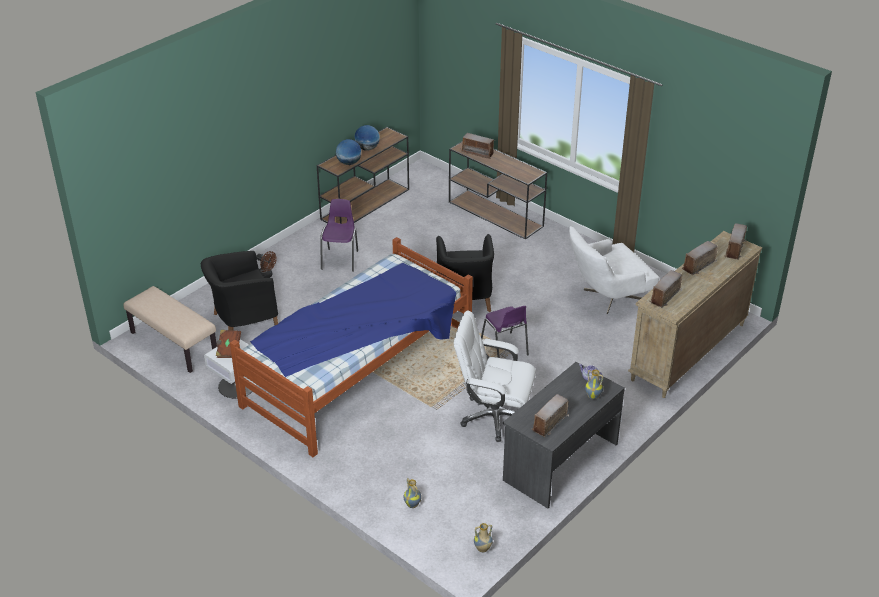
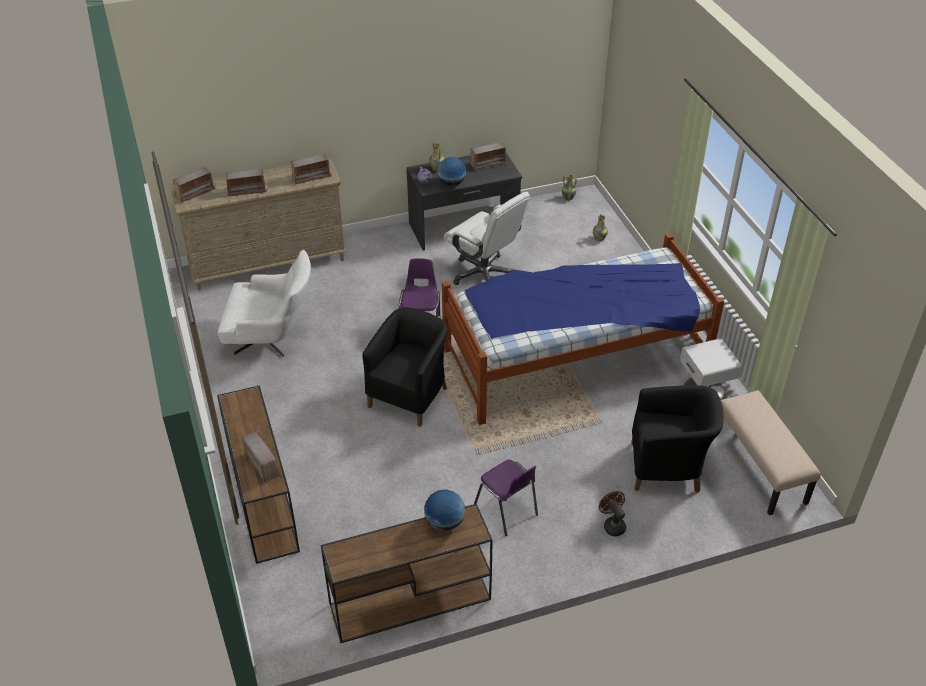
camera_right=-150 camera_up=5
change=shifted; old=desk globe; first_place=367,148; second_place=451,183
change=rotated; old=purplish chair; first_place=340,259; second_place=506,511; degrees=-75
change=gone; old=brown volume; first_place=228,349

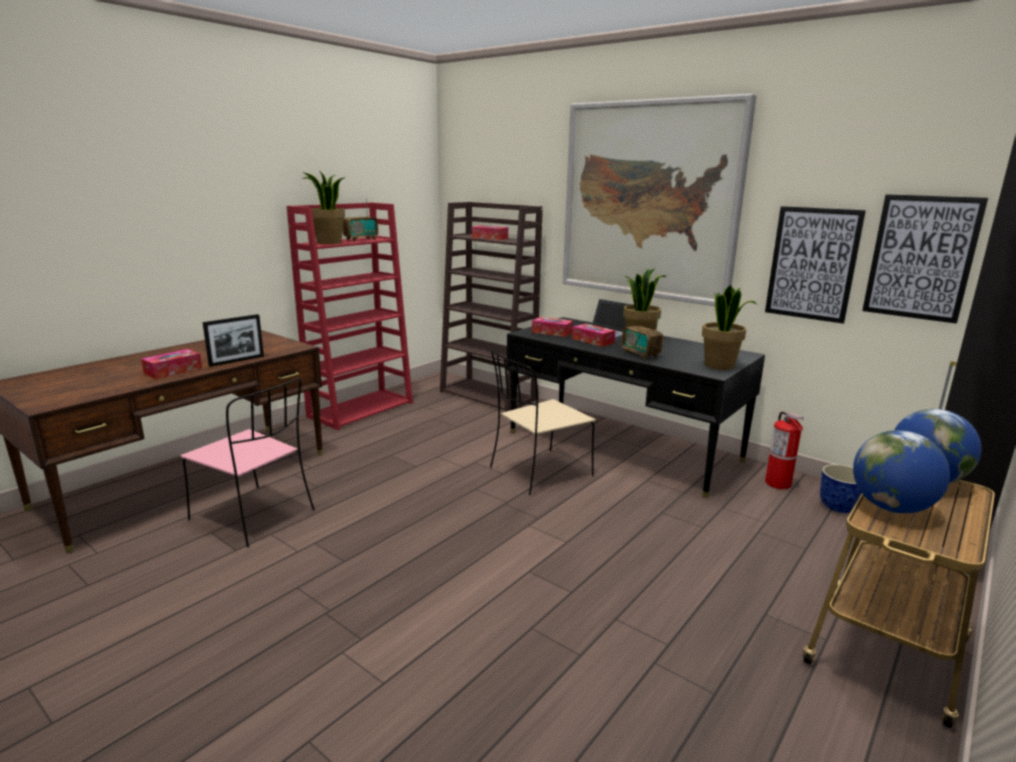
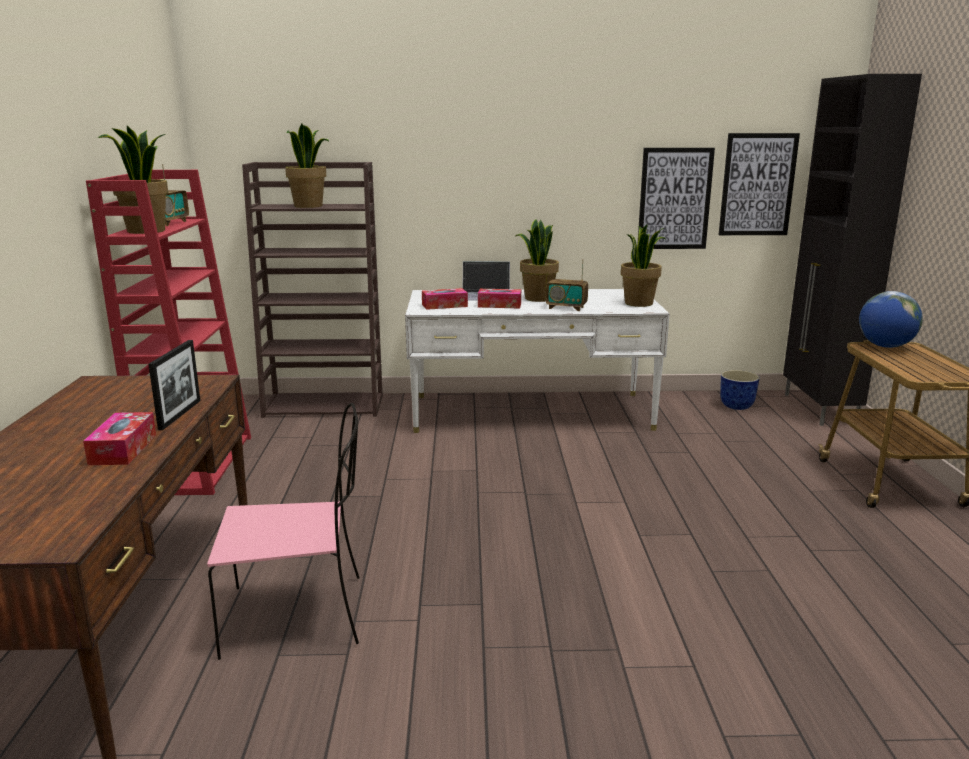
camera_right=-40 camera_up=0
change=gone; old=wall art; first_place=649,201
change=swapped; old=box of tissues; new=potted plant; first_place=489,238; second_place=309,206
change=repainted; old=black desk; new=whitish desk; first_place=622,446; second_place=530,412
change=gone; old=beige chair; first_place=538,472
change=gone; old=fire-fighting cylinder; first_place=778,483
change=gone; old=desk globe; first_place=891,507

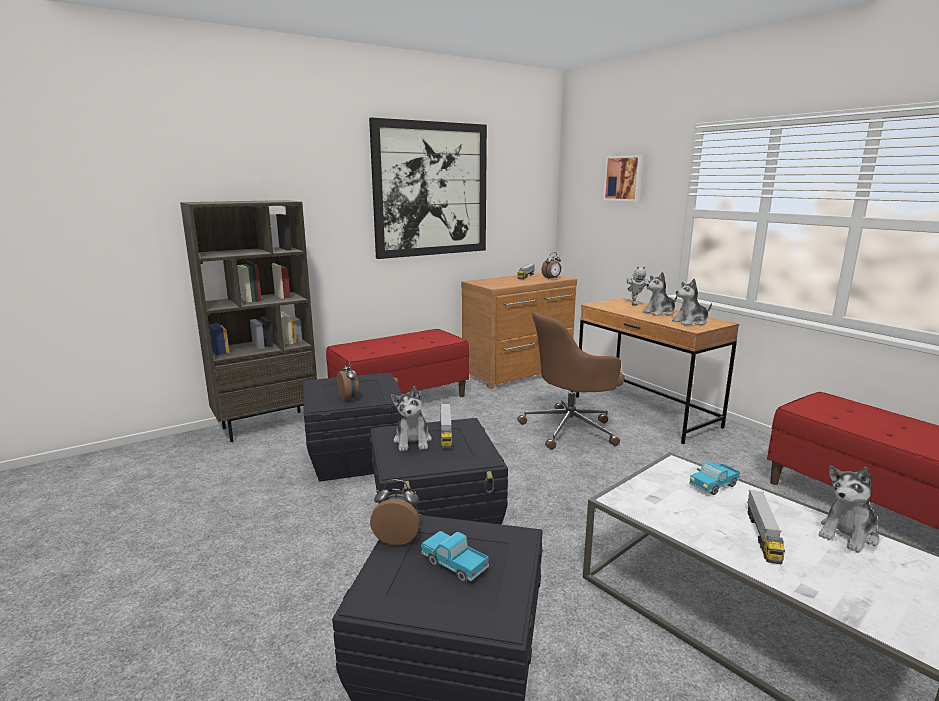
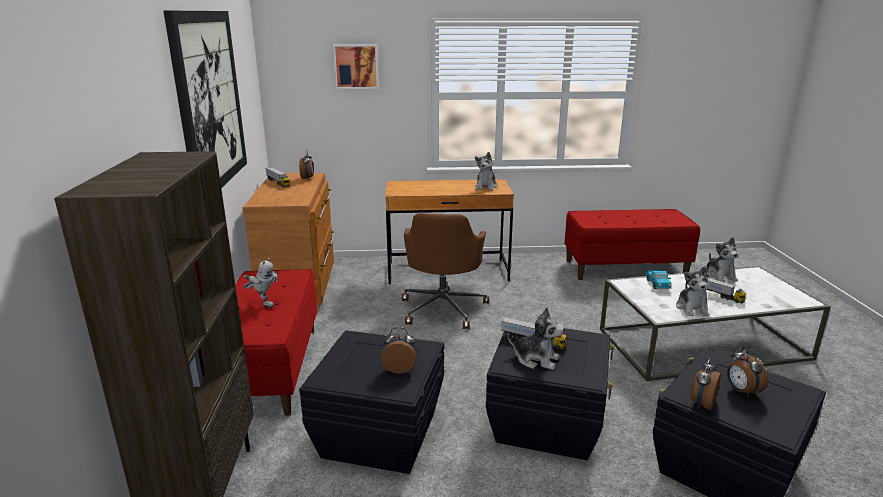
camera_right=-60 camera_up=5
change=shifted; old=model robot; first_place=634,304; second_place=264,303
change=shifted; old=cuddly toy; first_place=660,313; second_place=692,308
change=swapped; old=toy truck; new=alarm clock; first_place=454,565; second_place=741,391

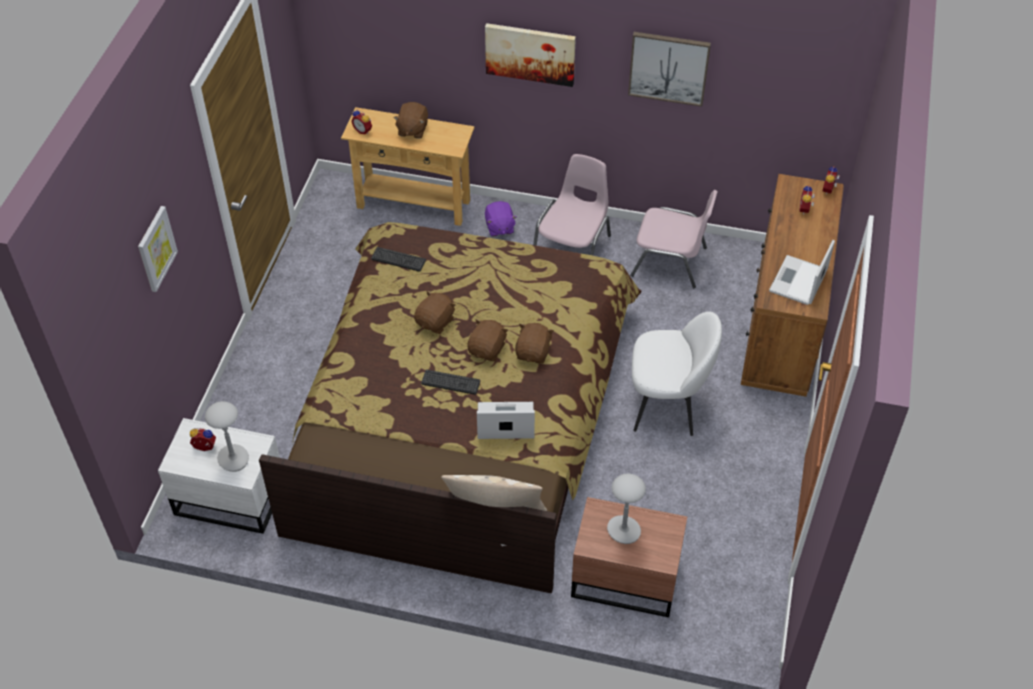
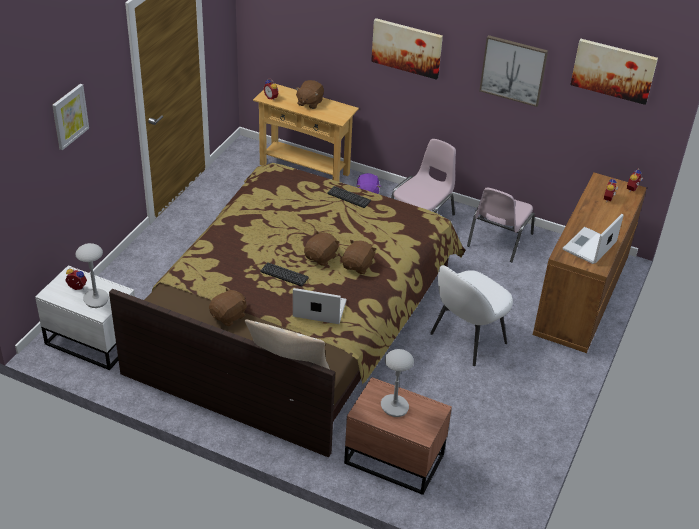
camera_right=10 camera_up=-10
change=rotated; old=pinkish chair; first_place=670,262; second_place=498,240; degrees=90
change=shifted; old=PC keyboard; first_place=398,259; second_place=349,197
change=shifted; old=brown cuddly toy; first_place=436,322; second_place=229,316
change=rotated; old=whitish chair; first_place=667,405; second_place=466,339; degrees=120
change=new; new=wall art; second_place=613,70

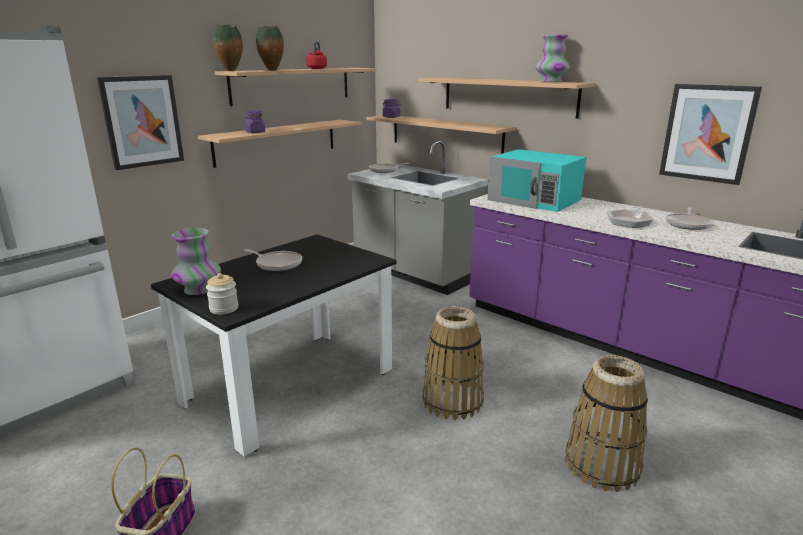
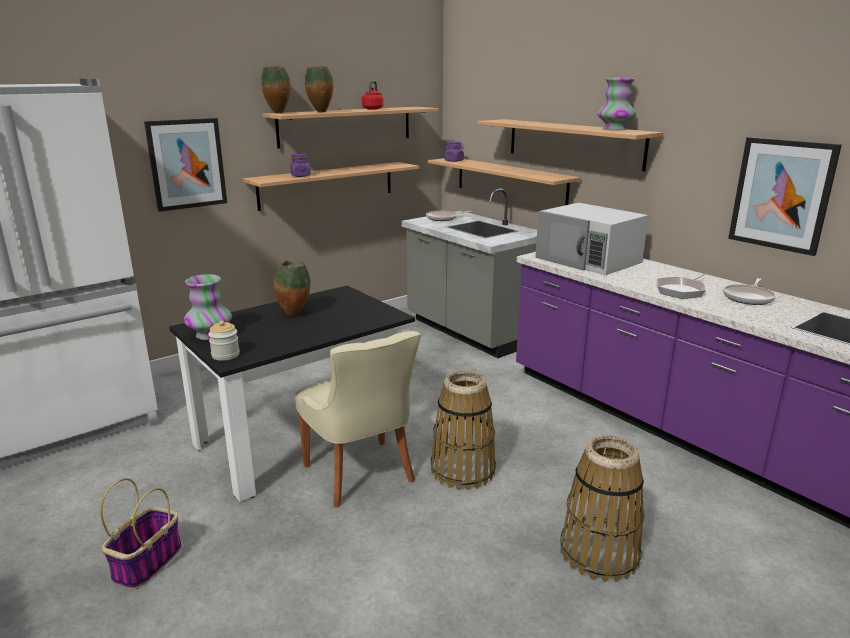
camera_right=10 camera_up=0
change=repainted; old=blue-green microwave oven; new=whitish microwave oven; first_place=534,200; second_place=588,260
change=swapped; old=skillet; new=flower vase; first_place=277,264; second_place=294,314
change=new; new=beige chair; second_place=361,475

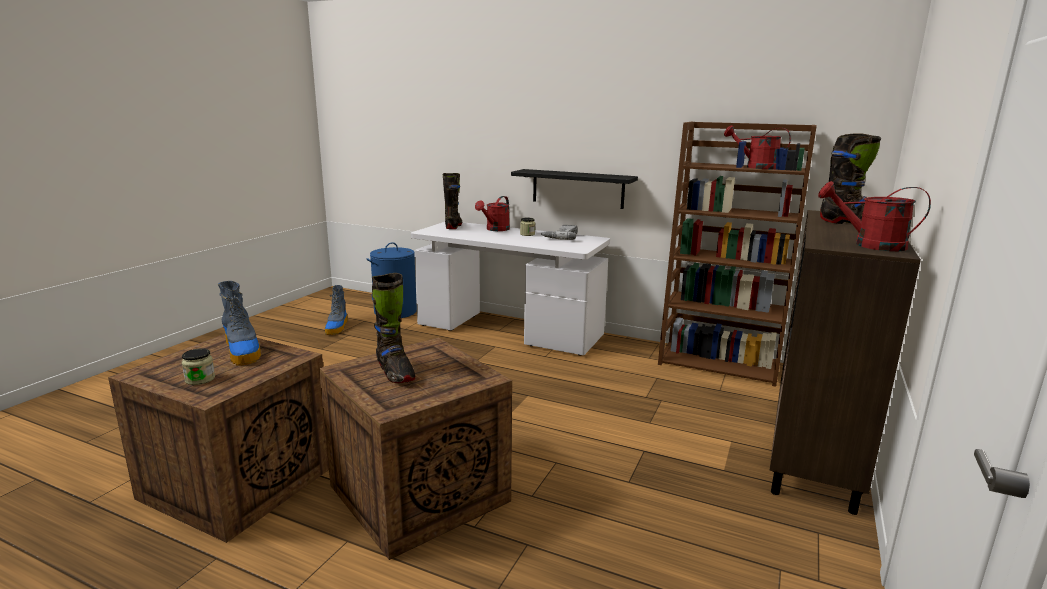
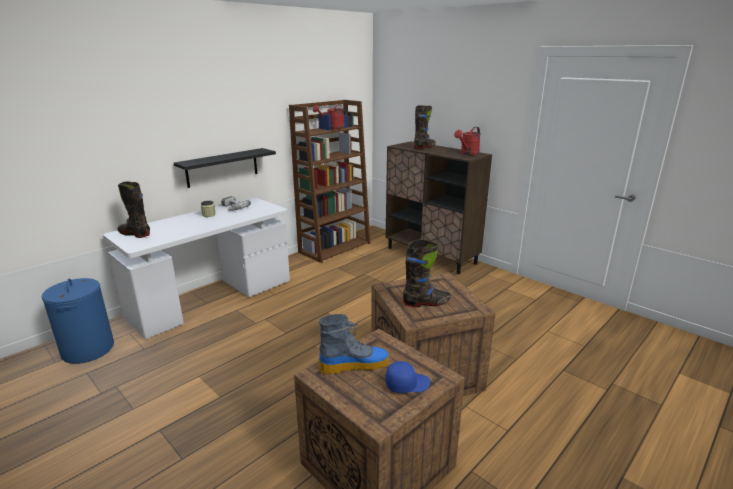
camera_right=-70 camera_up=5
change=gone; old=red-coloured watering pot; first_place=495,229
change=gone; old=boot; first_place=337,327
change=swapped; old=preserve jar; new=blue-coloured peaked cap; first_place=200,379; second_place=407,384

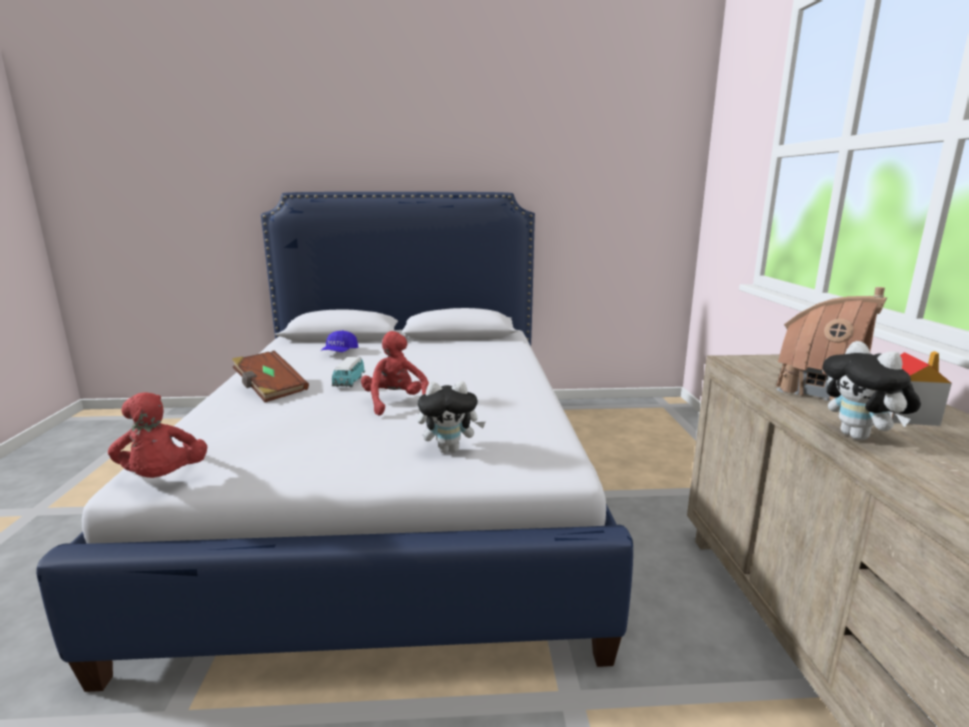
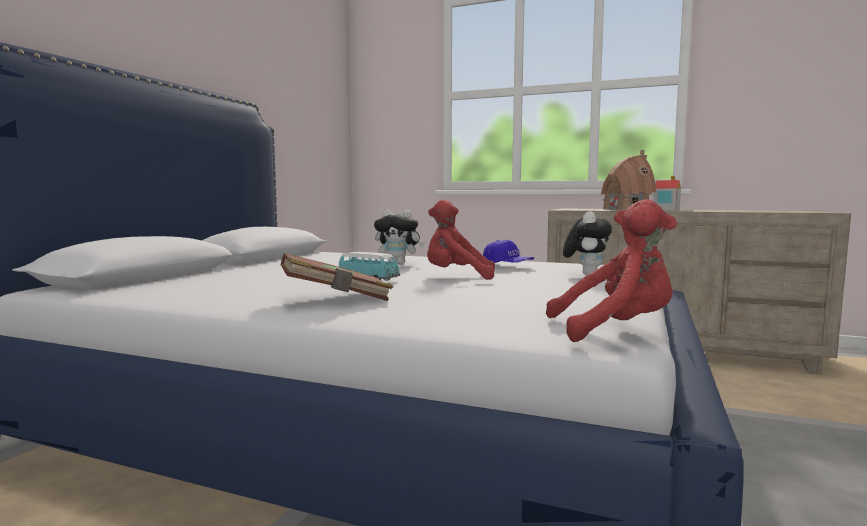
camera_right=-65 camera_up=-10
change=shifted; old=blue-coloured peaked cap; first_place=339,352; second_place=507,266
change=shifted; old=cuddly toy; first_place=860,437; second_place=399,264

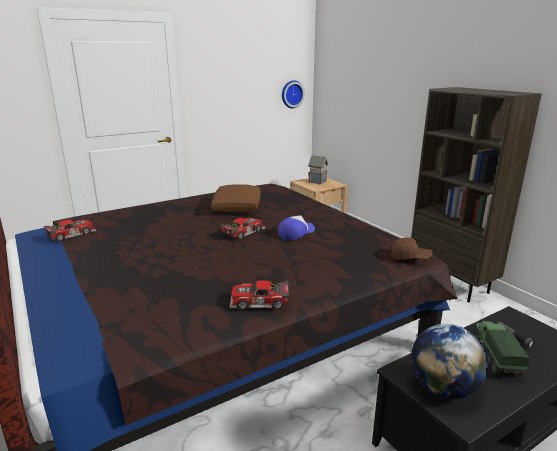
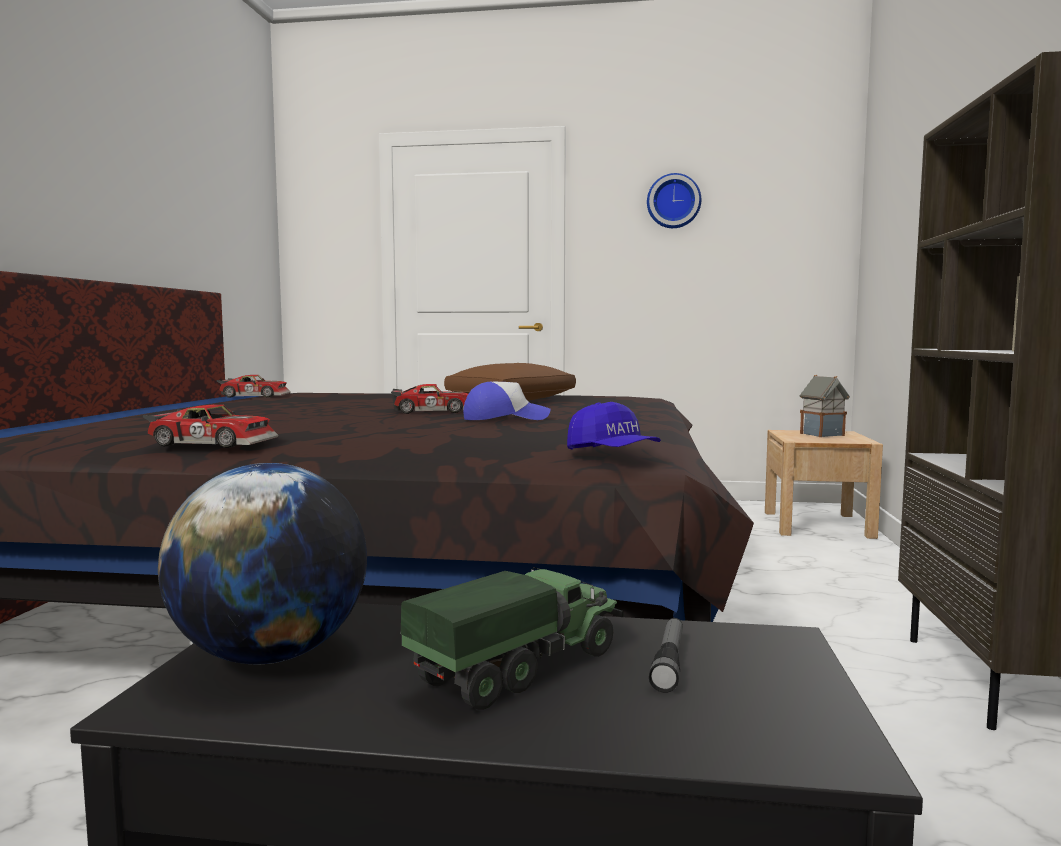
camera_right=40 camera_up=-15
change=shifted; old=clock on the wall; first_place=291,94; second_place=673,201
change=repainted; old=brown peaked cap; new=blue-coloured peaked cap; first_place=410,257; second_place=612,453
change=rotated; old=miniature car; first_place=259,302; second_place=215,442; degrees=150

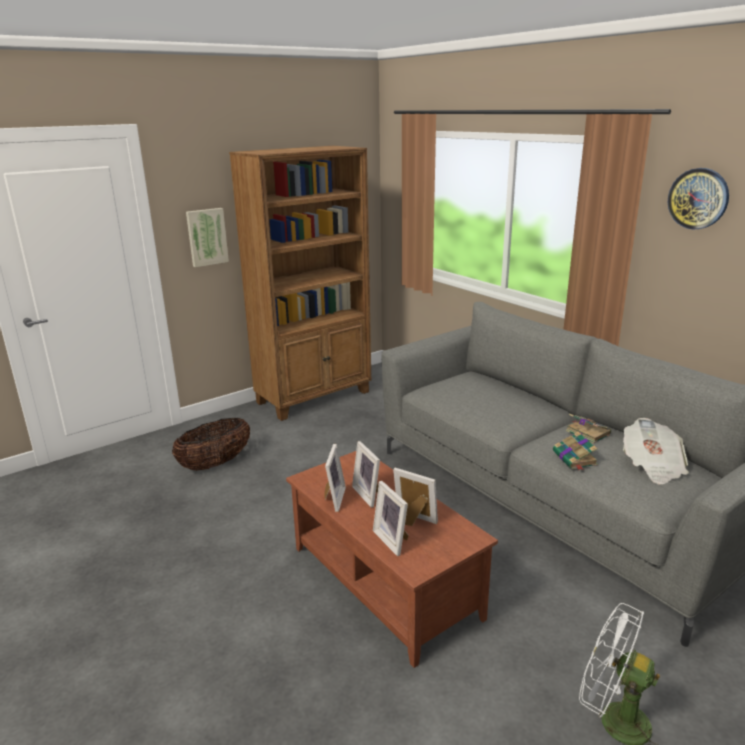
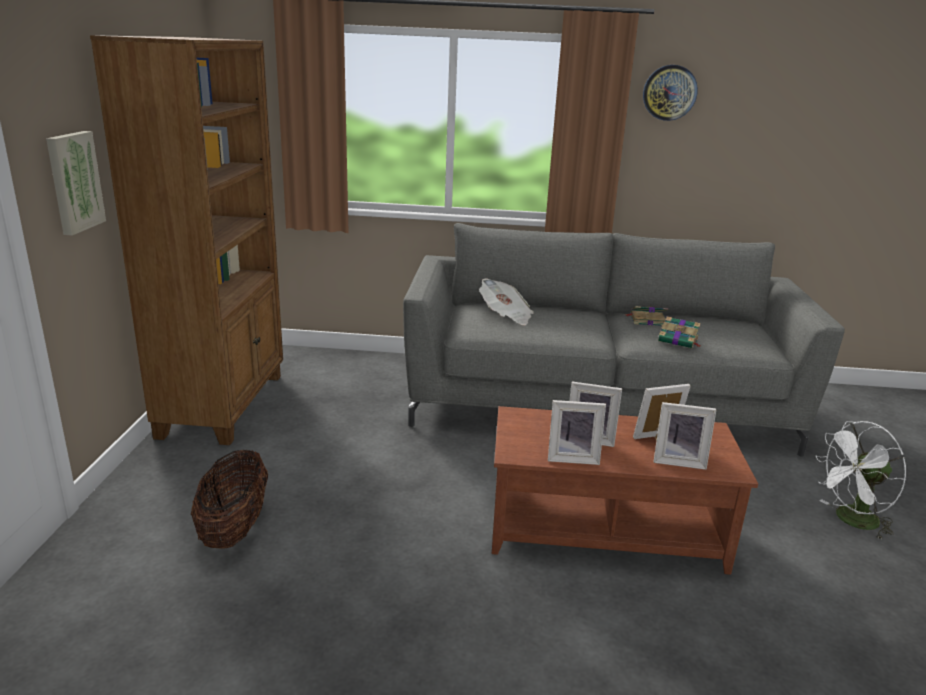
camera_right=-50 camera_up=0
change=shifted; old=daily paper; first_place=652,466; second_place=506,316
change=rotated; old=standing frame; first_place=332,499; second_place=572,457; degrees=135

